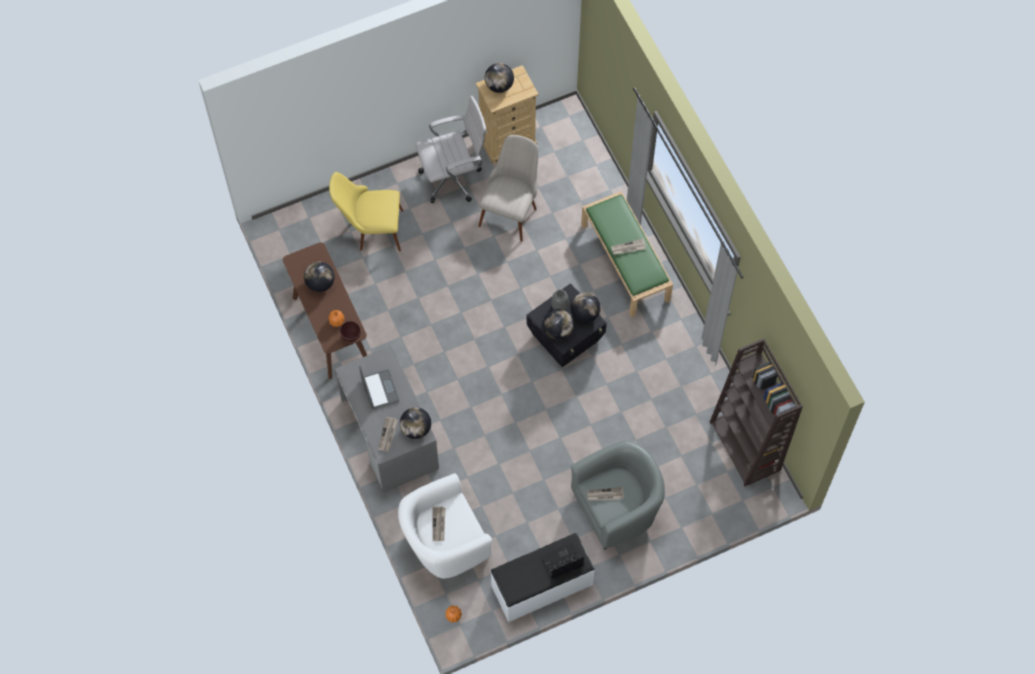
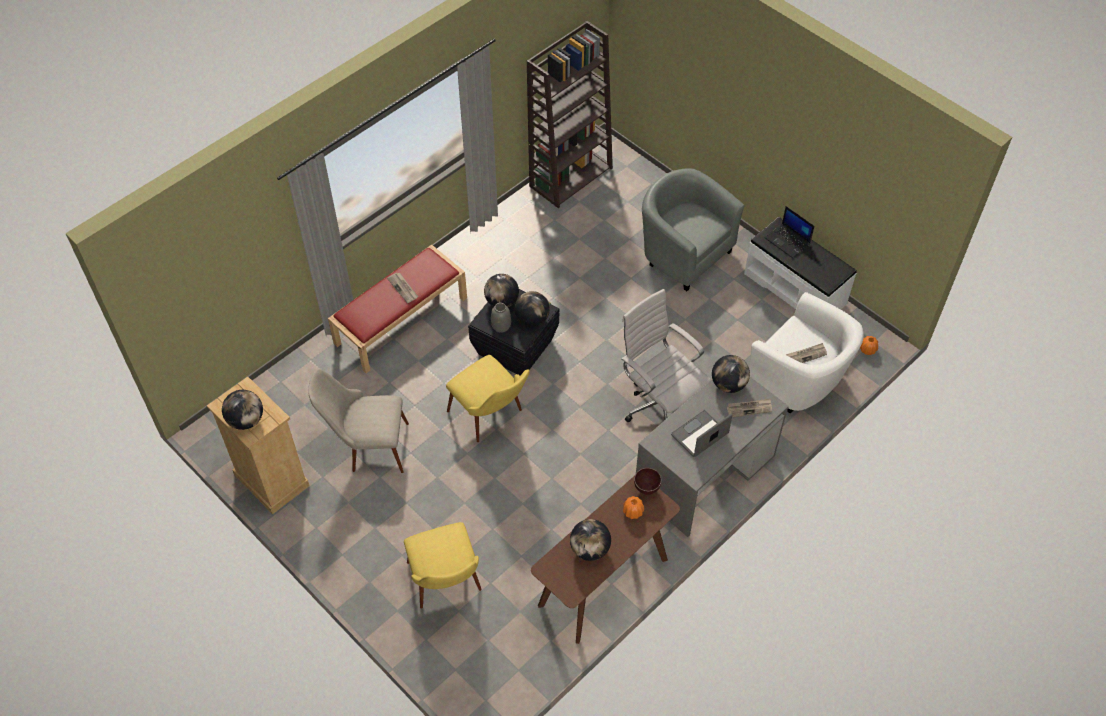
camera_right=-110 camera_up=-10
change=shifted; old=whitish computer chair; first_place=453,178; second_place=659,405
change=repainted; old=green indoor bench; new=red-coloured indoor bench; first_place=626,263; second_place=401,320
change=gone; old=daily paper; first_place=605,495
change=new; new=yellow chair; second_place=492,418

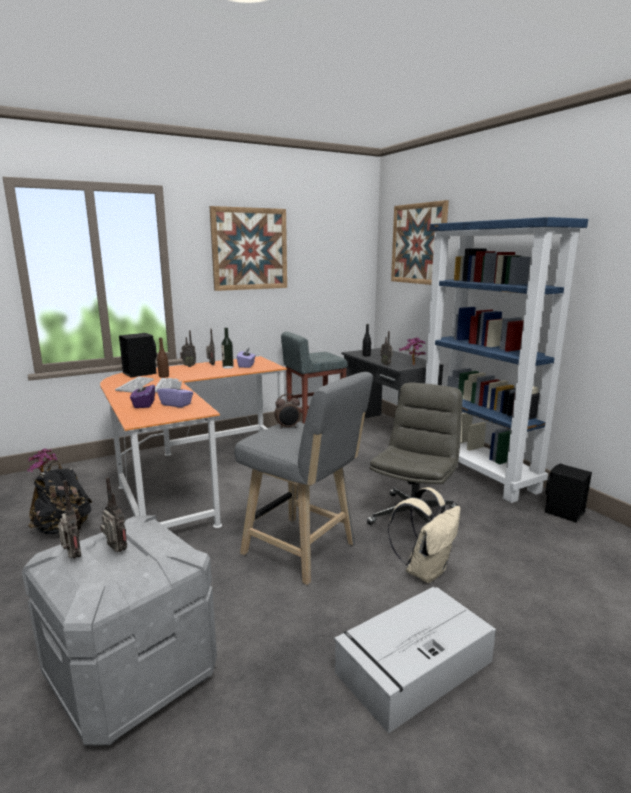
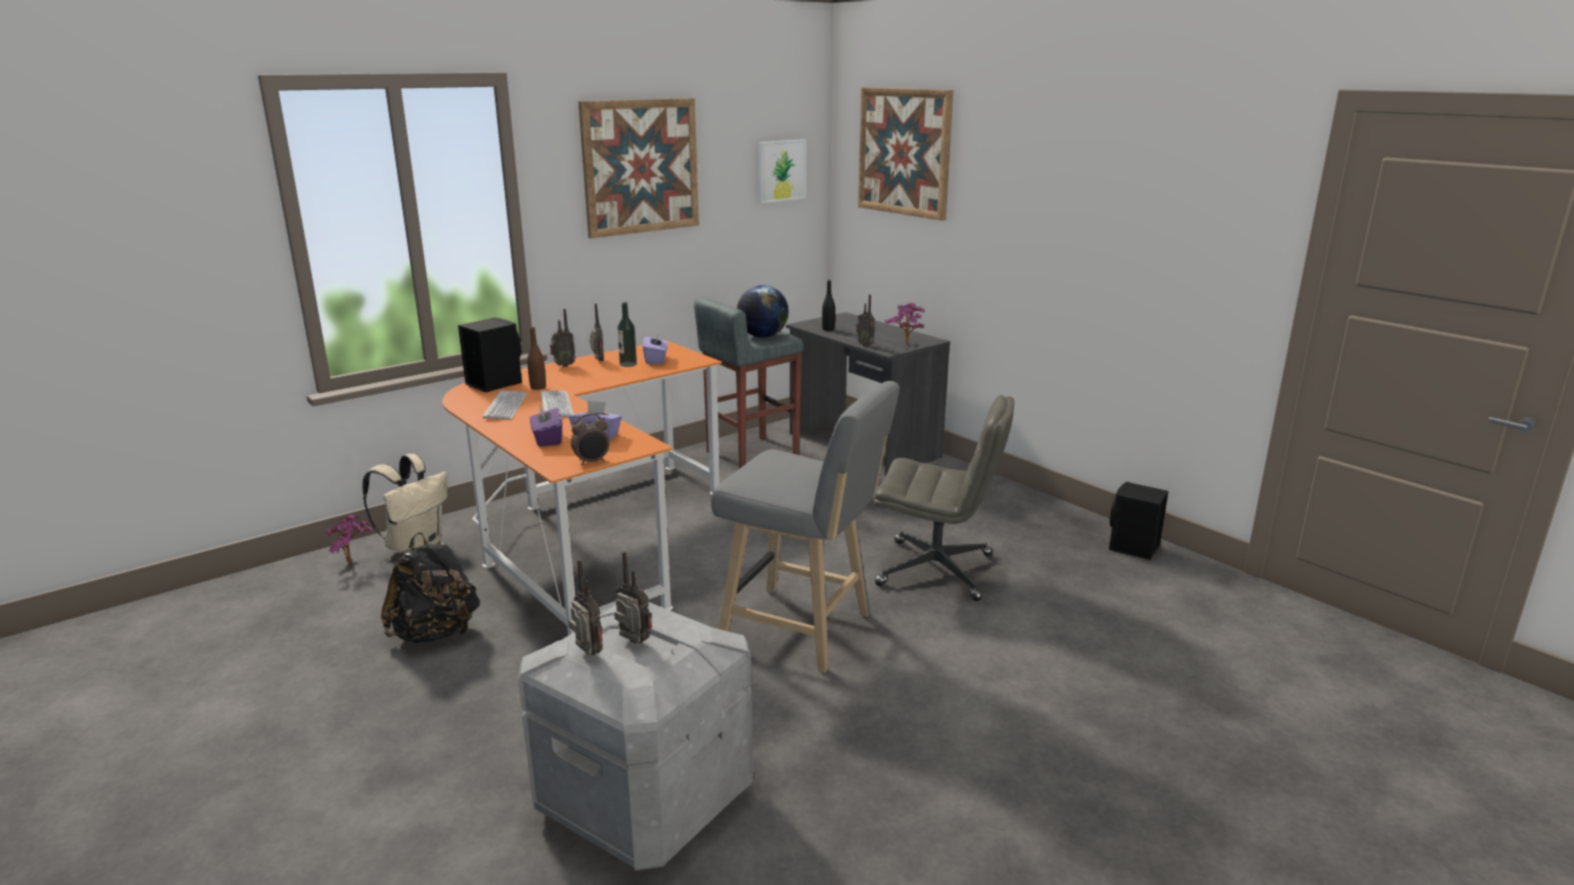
camera_right=-10 camera_up=5
change=gone; old=blue-coloured bookcase; first_place=477,472
change=rotated; old=greyish computer chair; first_place=413,516; second_place=937,570; degrees=90
change=shifted; old=alarm clock; first_place=288,427; second_place=592,462
change=shifted; old=beige backpack; first_place=425,570; second_place=415,546
change=gone; old=greyish storage bin; first_place=412,668
change=new; new=wall art; second_place=781,170
change=new; new=desk globe; second_place=762,336

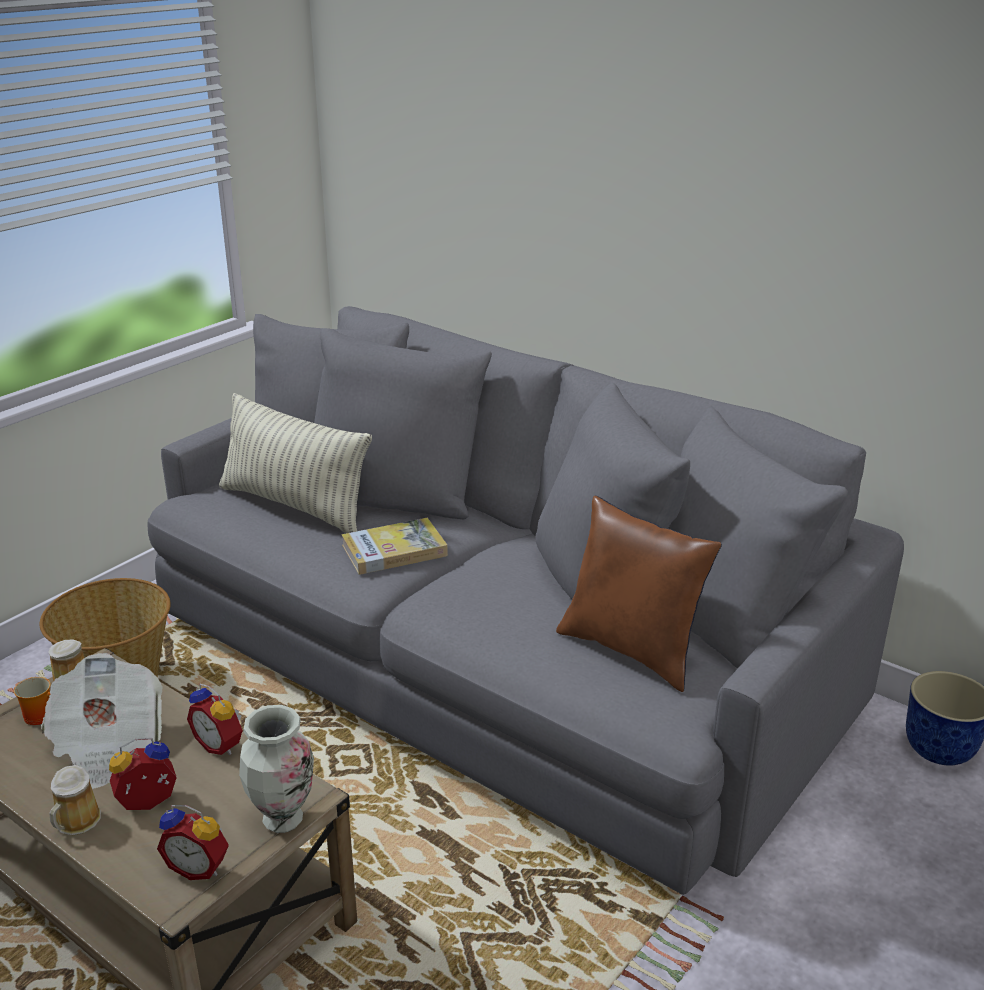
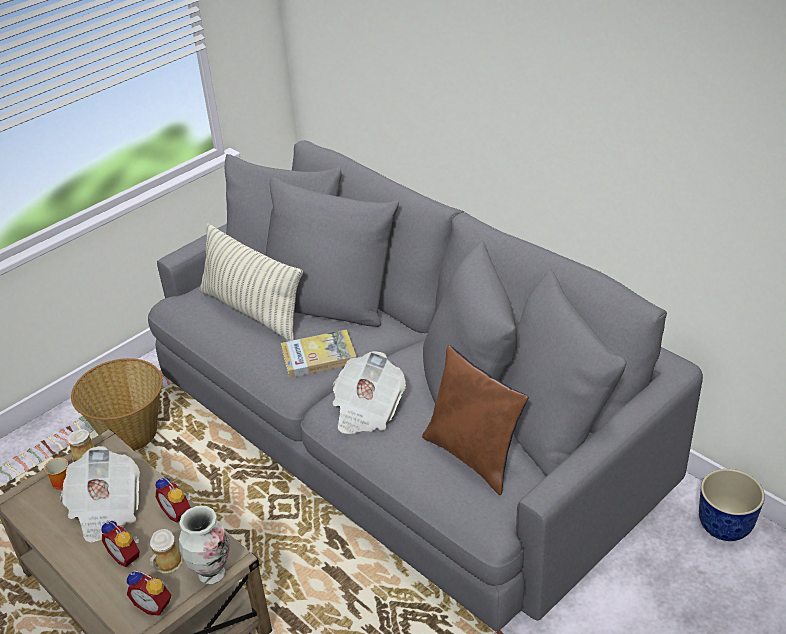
camera_right=10 camera_up=10
change=rotated; old=alarm clock; first_place=148,805; second_place=127,556; degrees=-120
change=shifted; old=coffee mug; first_place=76,822; second_place=166,564
change=new; new=daily paper; second_place=367,410

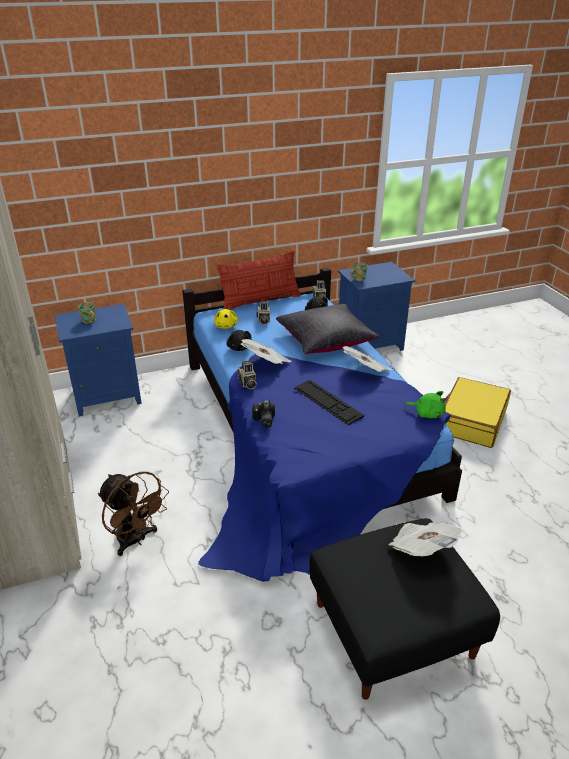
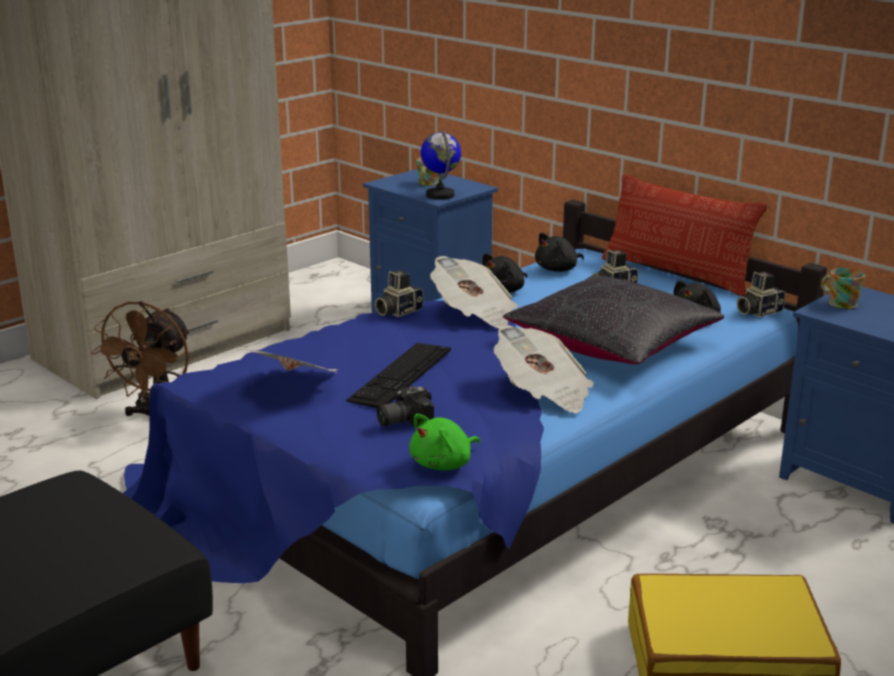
camera_right=65 camera_up=-10
change=repainted; old=yellow cuddly toy; new=black cuddly toy; first_place=226,326; second_place=558,269
change=rotated; old=green cuddly toy; first_place=427,413; second_place=444,464; degrees=45
change=shifted; old=still camera; first_place=263,420; second_place=402,420
change=shifted; old=daily paper; first_place=421,549; second_place=293,386
change=new; new=desk globe; second_place=440,195

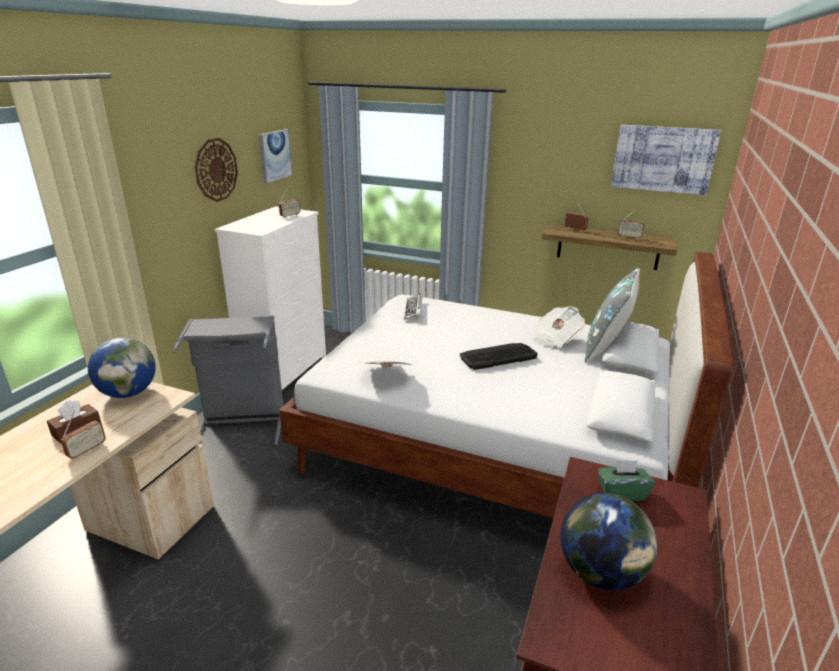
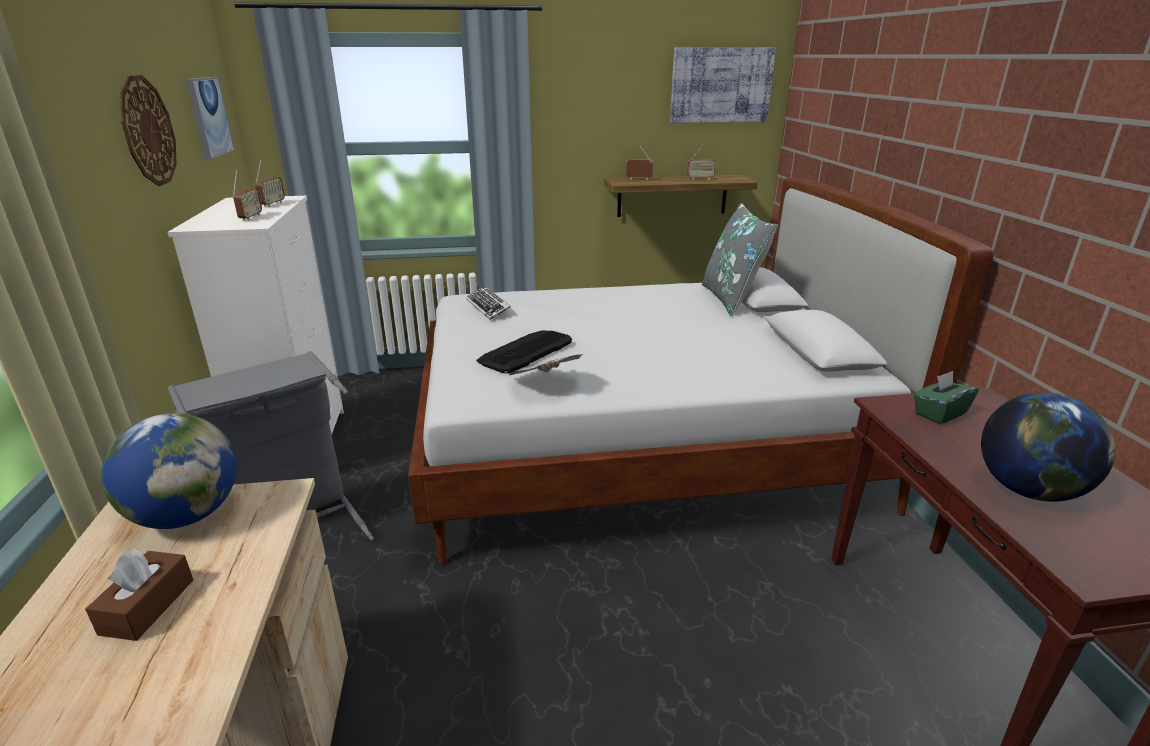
camera_right=-30 camera_up=0
change=gone; old=daily paper; first_place=555,339
change=shifted; old=PC keyboard; first_place=498,356; second_place=525,351
change=shifted; old=radio set; first_place=87,451; second_place=250,217

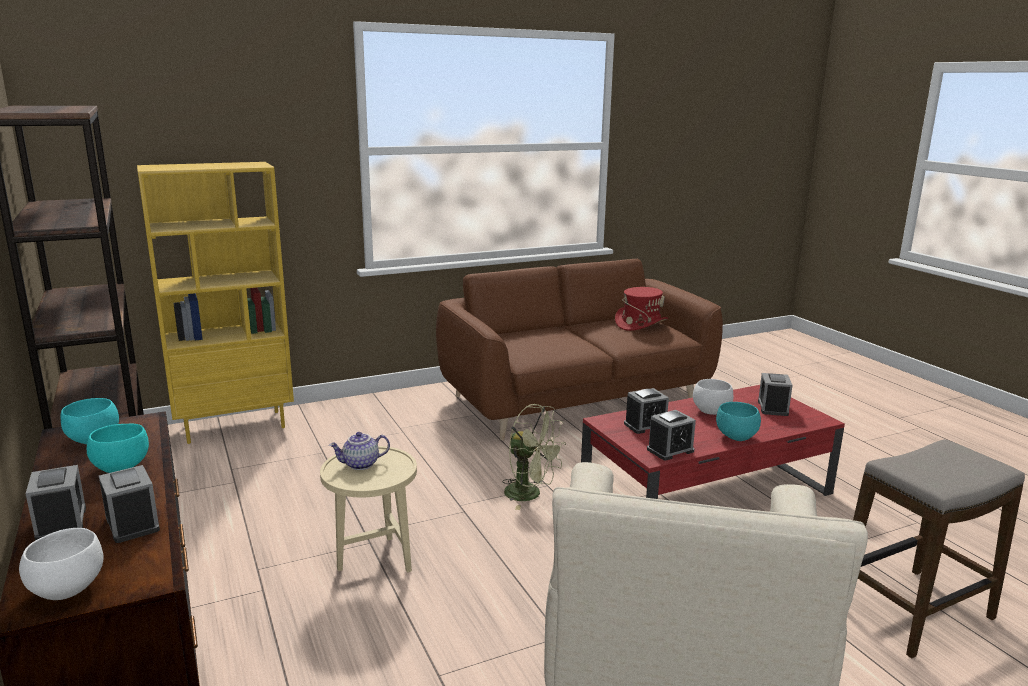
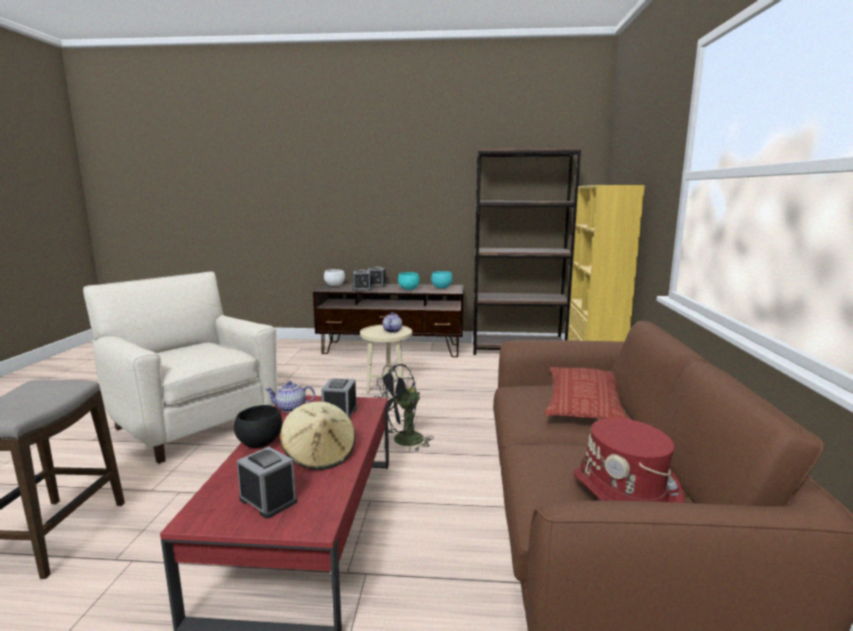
camera_right=120 camera_up=-5
change=swapped; old=whitish deep dish; new=beige clothing hat; first_place=710,411; second_place=319,455
change=repainted; old=blue-green deep dish; new=black deep dish; first_place=737,437; second_place=259,443
change=repainted; old=green fan; new=black fan; first_place=530,494; second_place=402,441
change=swapped; old=alarm clock; new=pot for tea; first_place=670,450; second_place=290,408
change=new; new=pillow; second_place=583,402

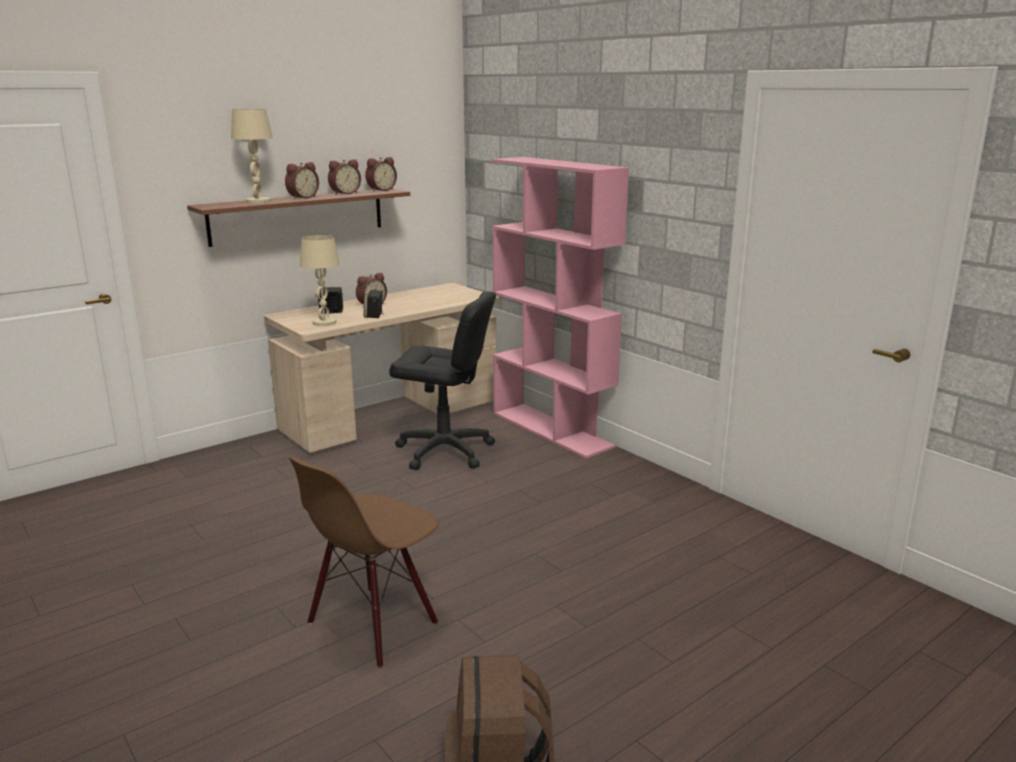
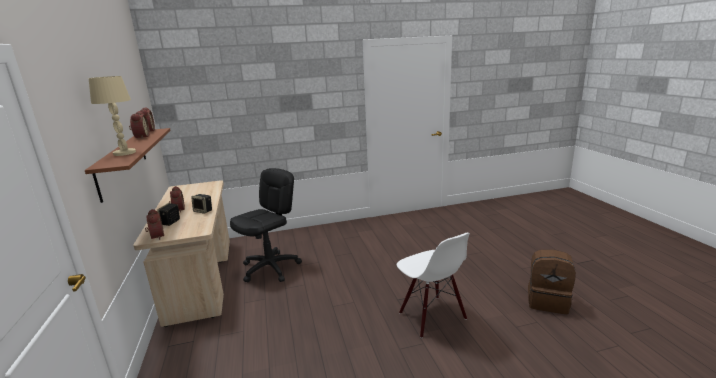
camera_right=-65 camera_up=0
change=gone; old=pinkish bookcase; first_place=552,430
change=shifted; old=alarm clock; first_place=302,197; second_place=156,237
change=gone; old=beige table lamp; first_place=324,322
change=repainted; old=brown chair; new=whitish chair; first_place=373,624; second_place=431,316

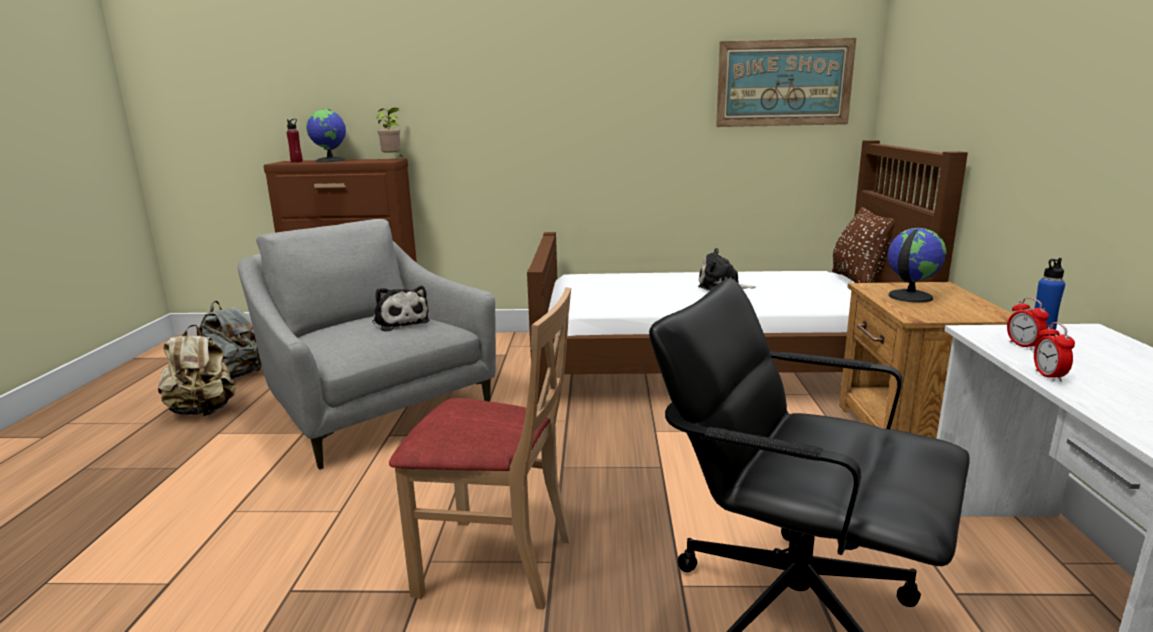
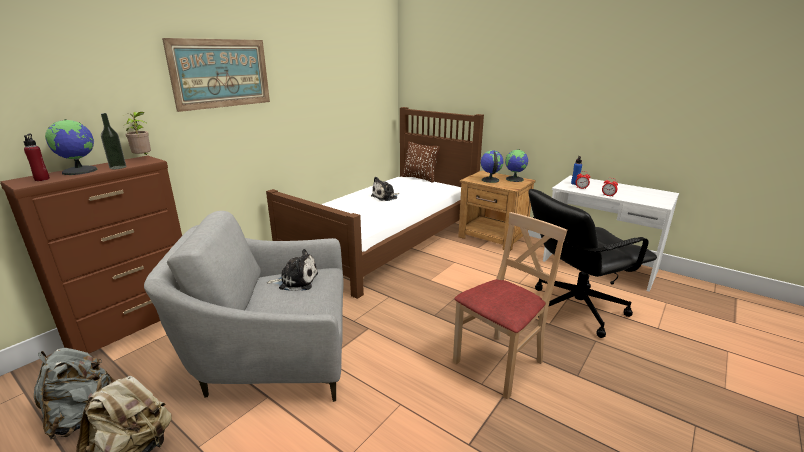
camera_right=-55 camera_up=5
change=shifted; old=wall art; first_place=784,83; second_place=221,73
change=new; new=beverage bottle; second_place=118,167
change=new; new=desk globe; second_place=515,179

